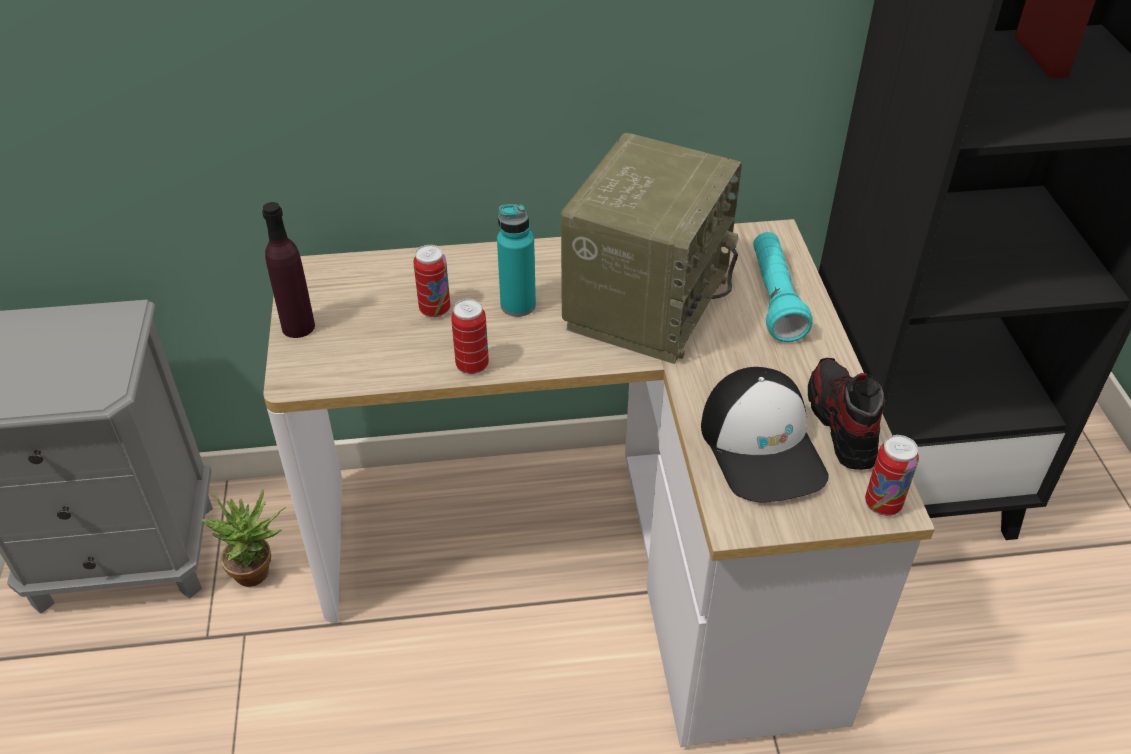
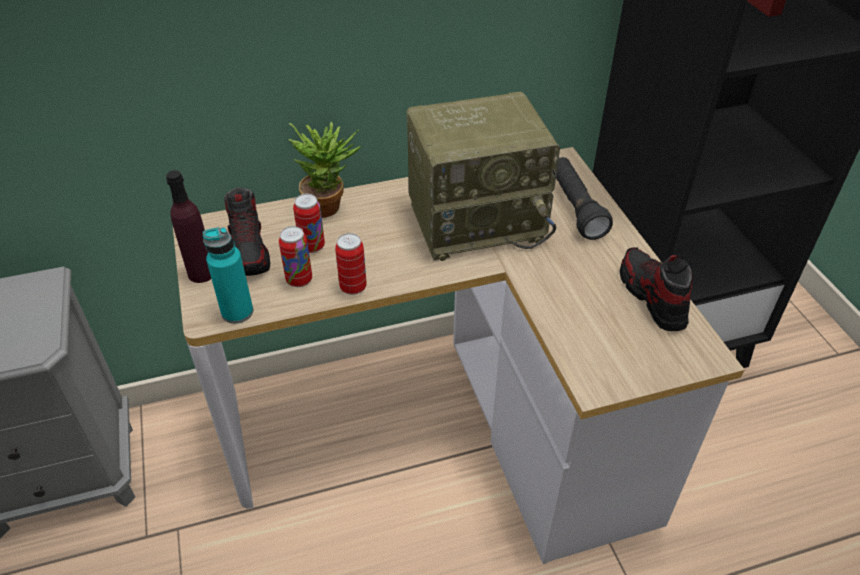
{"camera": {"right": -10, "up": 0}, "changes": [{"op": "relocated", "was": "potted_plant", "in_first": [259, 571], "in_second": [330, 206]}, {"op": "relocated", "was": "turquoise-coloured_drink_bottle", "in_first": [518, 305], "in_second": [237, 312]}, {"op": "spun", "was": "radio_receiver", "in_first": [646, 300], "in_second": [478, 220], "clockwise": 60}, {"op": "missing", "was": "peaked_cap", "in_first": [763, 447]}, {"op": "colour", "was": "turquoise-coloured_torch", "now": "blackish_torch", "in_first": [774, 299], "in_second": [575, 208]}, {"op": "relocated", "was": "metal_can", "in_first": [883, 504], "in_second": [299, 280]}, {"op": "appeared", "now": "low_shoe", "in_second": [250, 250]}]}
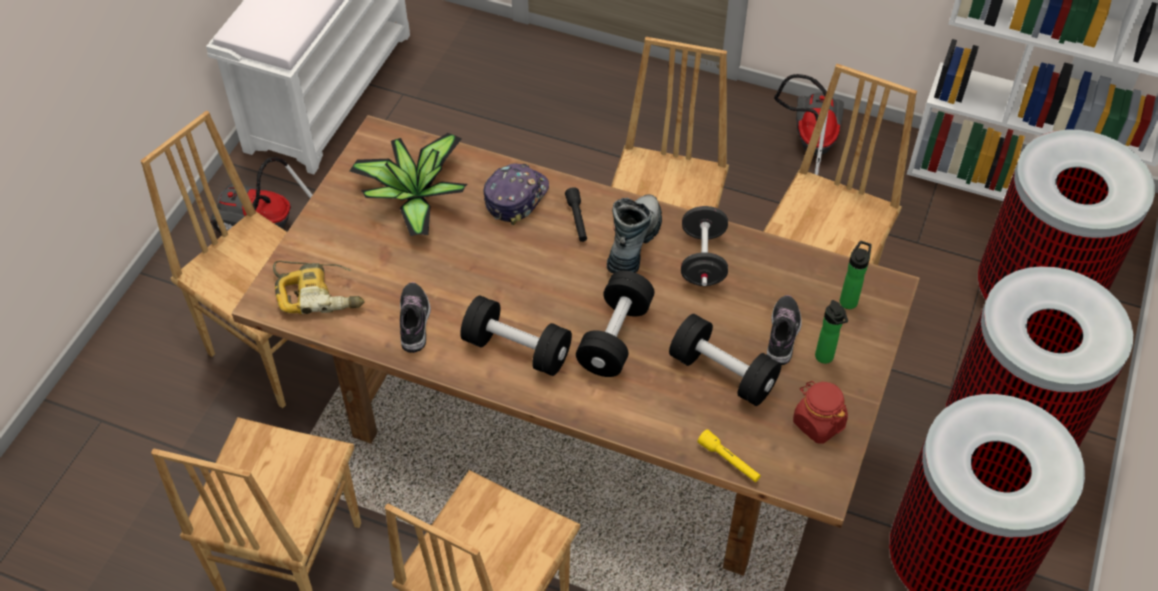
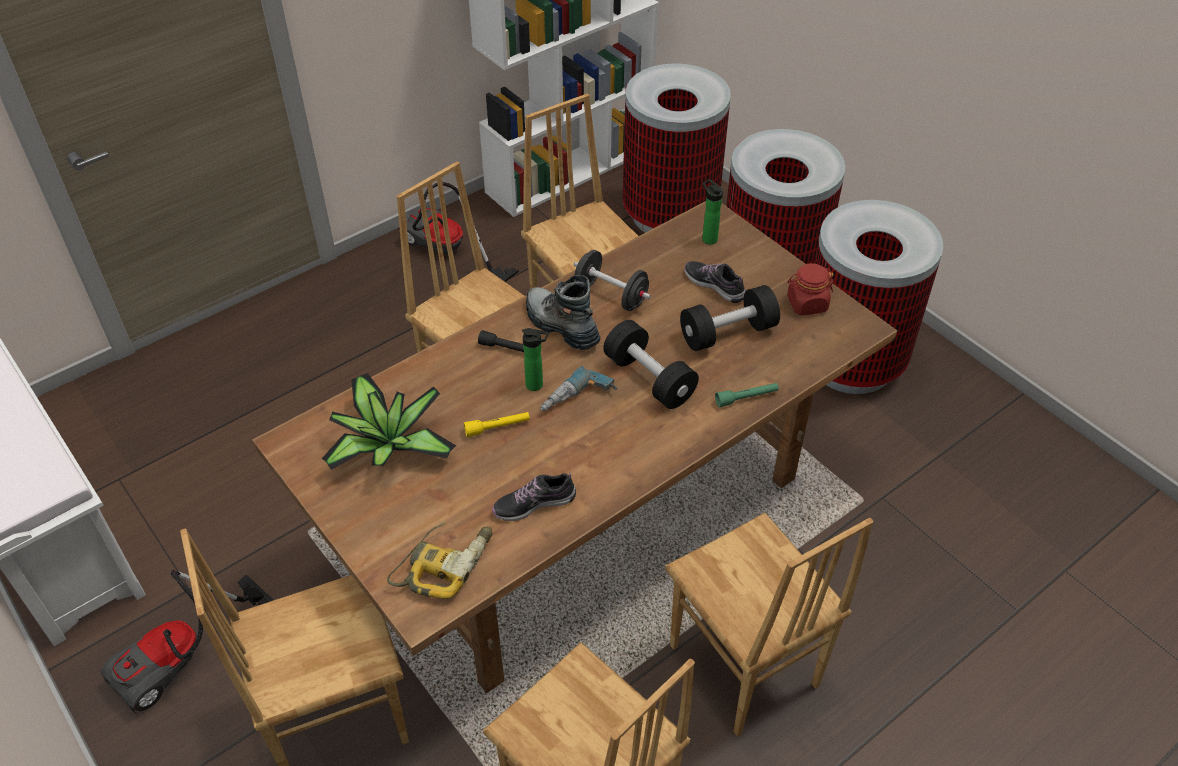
{"camera": {"right": -60, "up": -5}, "changes": [{"op": "spun", "was": "low_shoe", "in_first": [414, 321], "in_second": [534, 504], "clockwise": -45}, {"op": "missing", "was": "blackish_hand_weight", "in_first": [517, 349]}, {"op": "missing", "was": "peaked_cap", "in_first": [515, 197]}, {"op": "relocated", "was": "yellow_torch", "in_first": [729, 461], "in_second": [497, 427]}, {"op": "relocated", "was": "drink_bottle", "in_first": [825, 358], "in_second": [537, 385]}, {"op": "appeared", "now": "power_drill", "in_second": [578, 401]}, {"op": "appeared", "now": "green_torch", "in_second": [746, 398]}]}
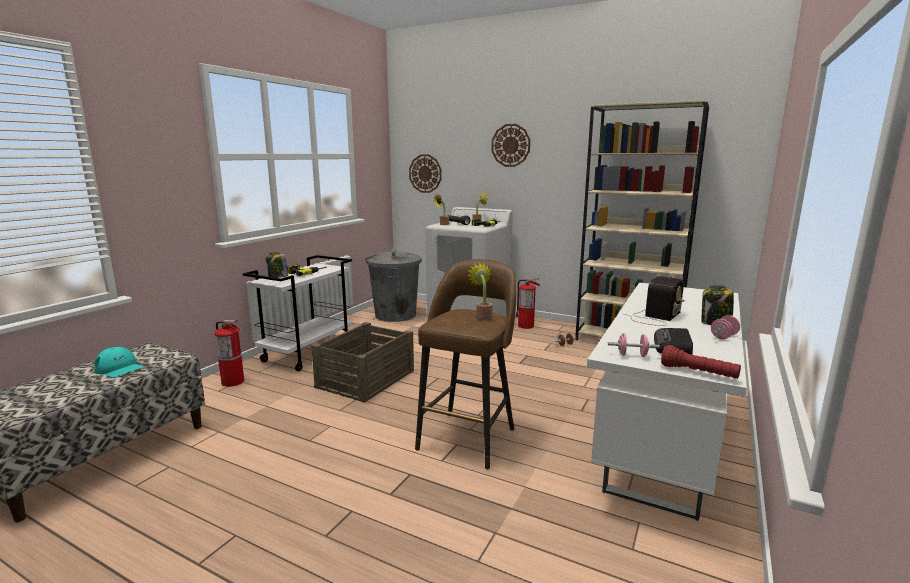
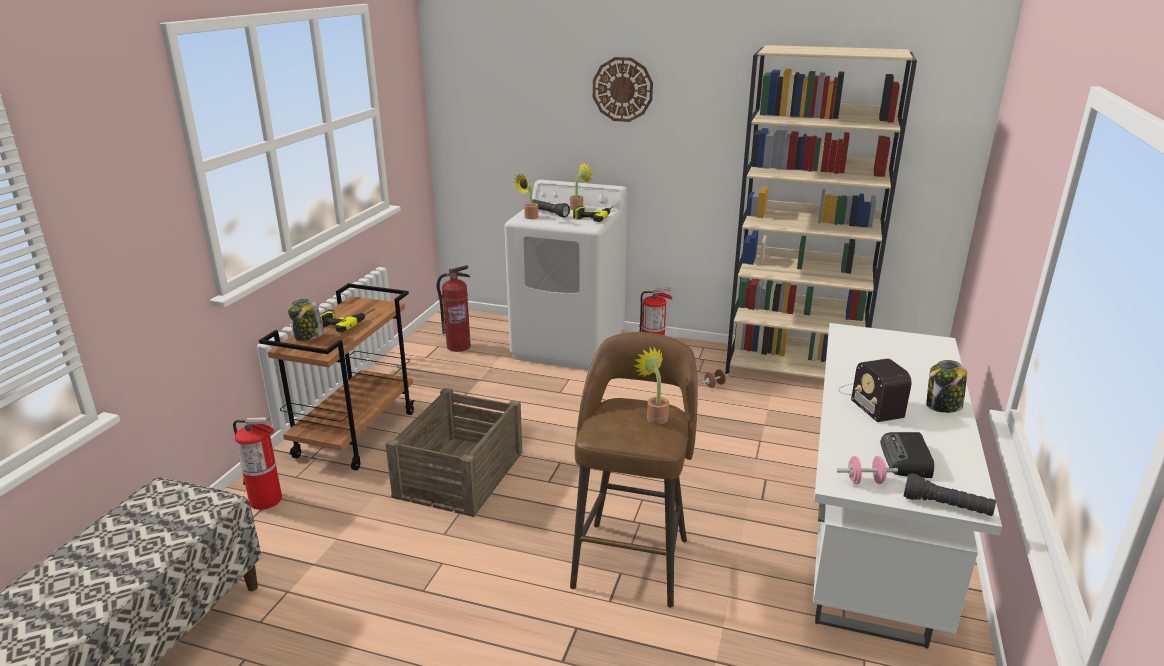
{"camera": {"right": -10, "up": 10}, "changes": [{"op": "missing", "was": "turquoise-coloured_peaked_cap", "in_first": [119, 368]}, {"op": "colour", "was": "whitish_wheeled_cart", "now": "brown_wheeled_cart", "in_first": [308, 353], "in_second": [356, 434]}, {"op": "exchanged", "was": "grey_rubbish_bin", "now": "extinguisher", "in_first": [395, 315], "in_second": [458, 346]}, {"op": "missing", "was": "hanging_clock", "in_first": [425, 173]}, {"op": "spun", "was": "radio_receiver", "in_first": [655, 317], "in_second": [870, 400], "clockwise": 135}, {"op": "colour", "was": "red_torch", "now": "blackish_torch", "in_first": [698, 373], "in_second": [946, 506]}, {"op": "missing", "was": "pink-coloured_hand_weight", "in_first": [724, 336]}]}
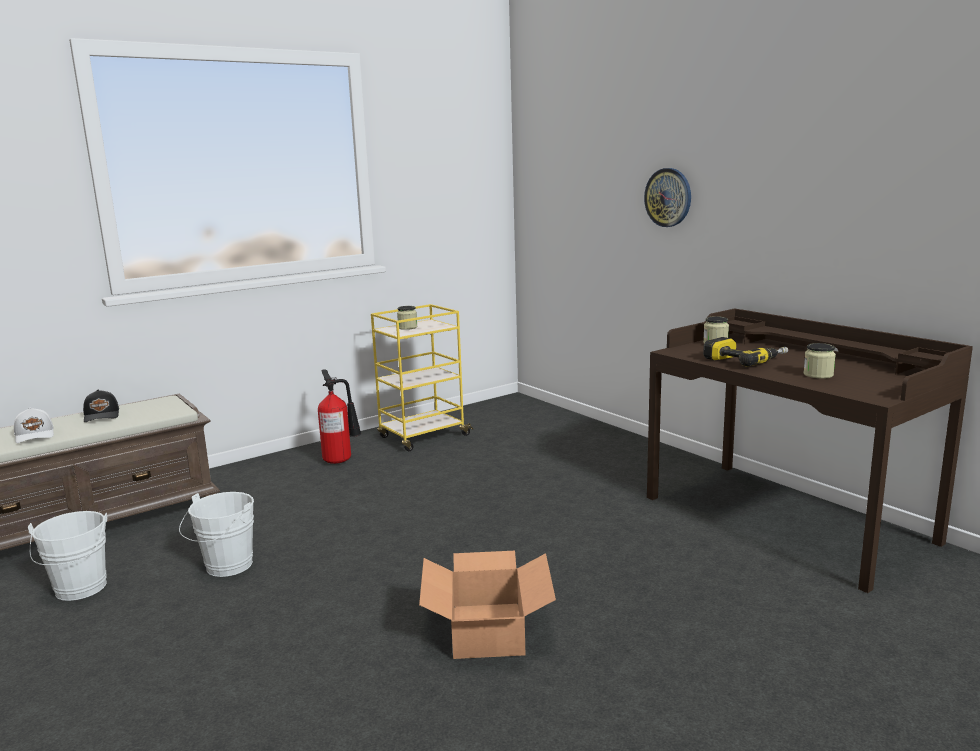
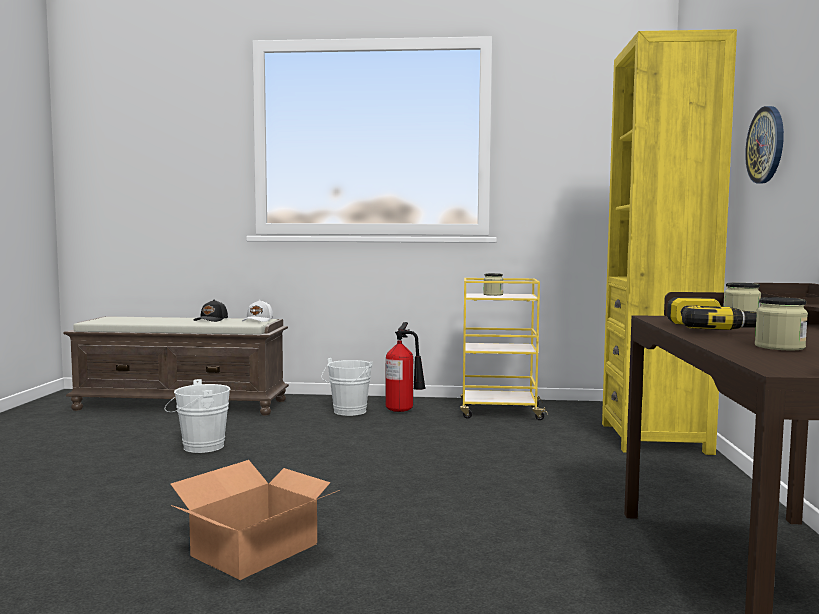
{"camera": {"right": 40, "up": -10}, "changes": [{"op": "relocated", "was": "whitish_peaked_cap", "in_first": [35, 435], "in_second": [258, 320]}, {"op": "relocated", "was": "whitish_water_bucket", "in_first": [79, 591], "in_second": [348, 412]}, {"op": "appeared", "now": "yellow_bookshelf", "in_second": [655, 438]}]}
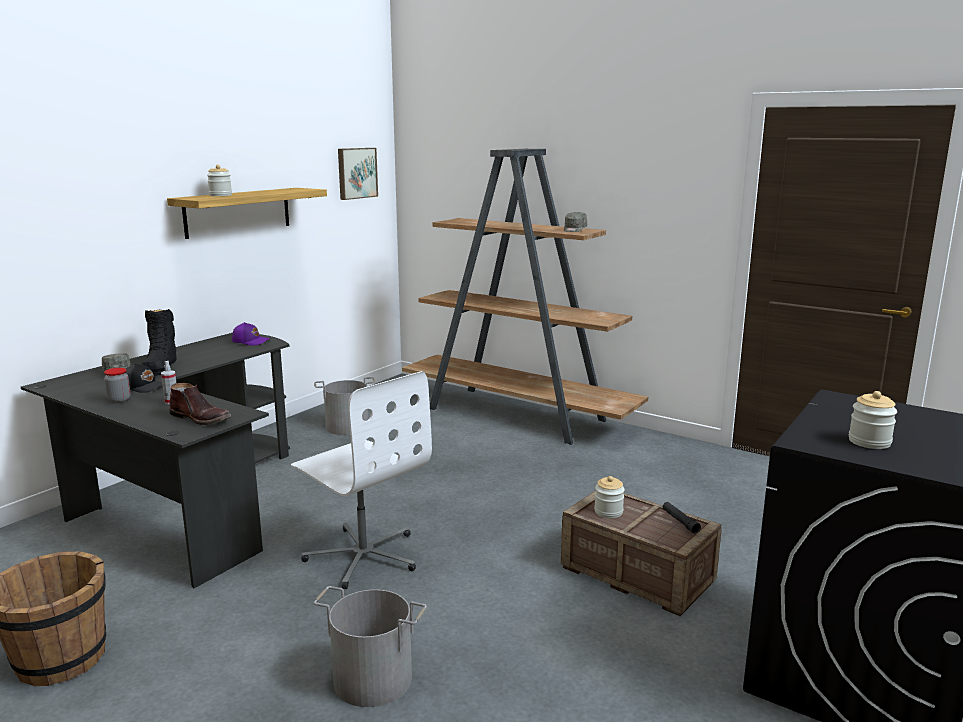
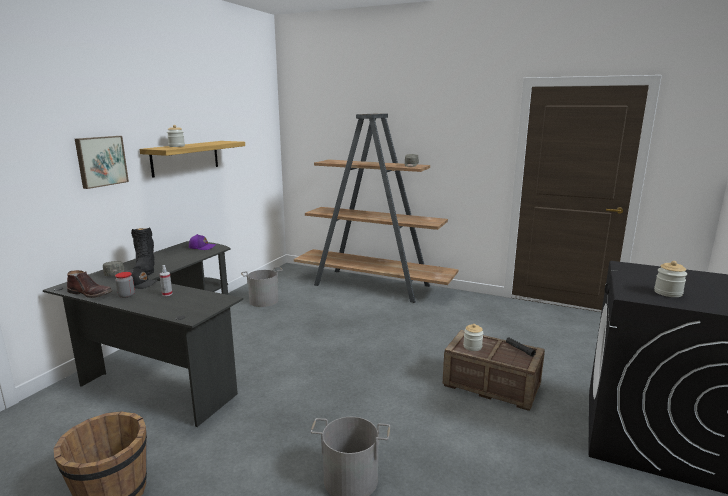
{"camera": {"right": -10, "up": 0}, "changes": [{"op": "relocated", "was": "brown_boot", "in_first": [201, 418], "in_second": [91, 293]}, {"op": "missing", "was": "whitish_computer_chair", "in_first": [363, 556]}, {"op": "relocated", "was": "wall_picture", "in_first": [356, 173], "in_second": [101, 161]}]}
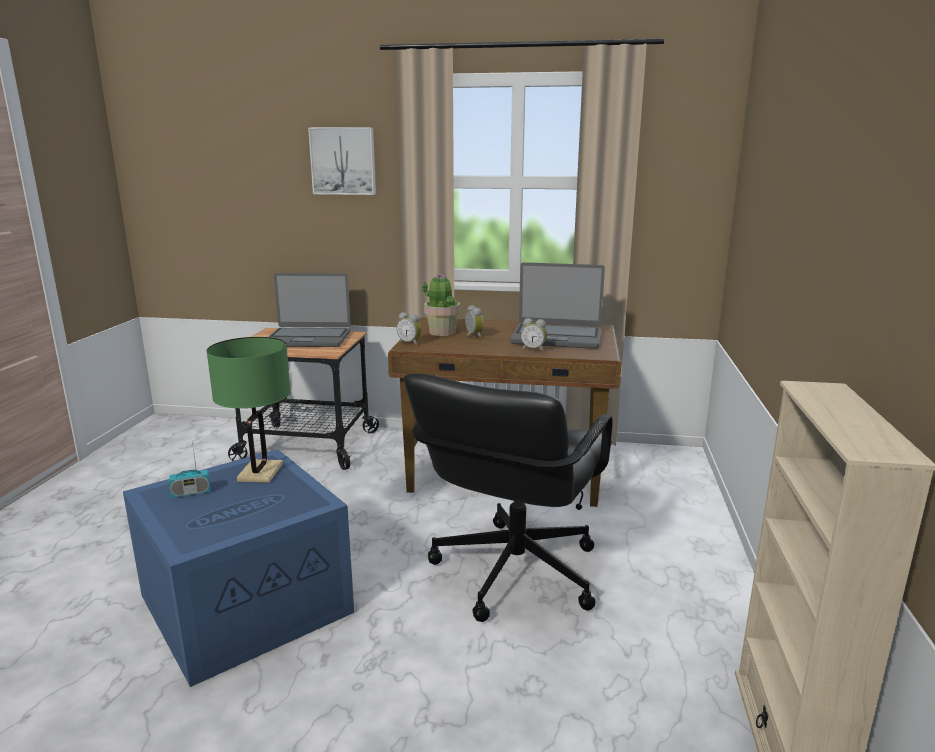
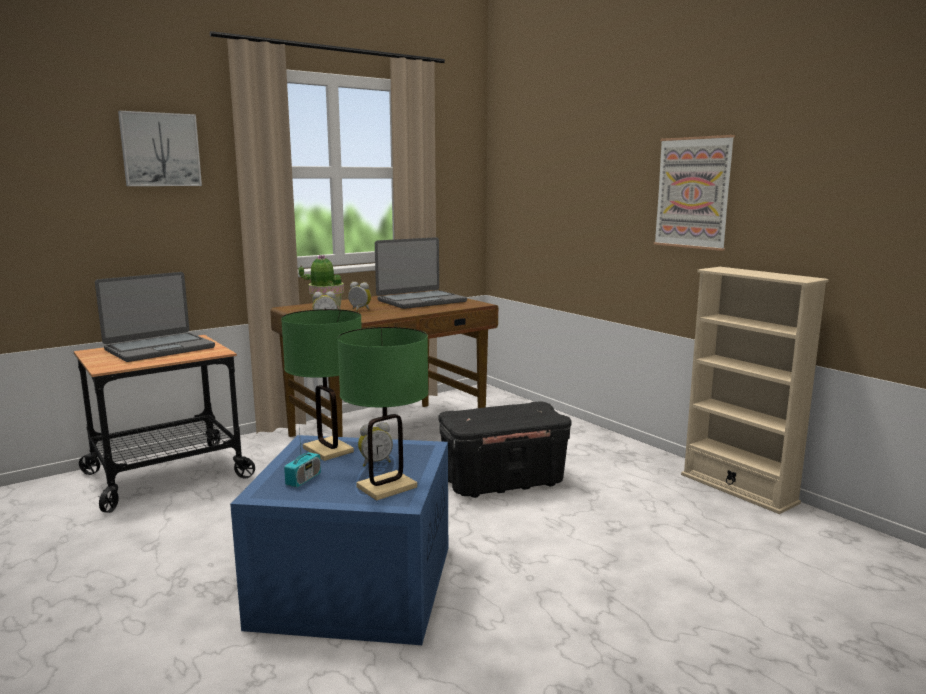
{"camera": {"right": -45, "up": -5}, "changes": [{"op": "exchanged", "was": "blackish_computer_chair", "now": "blackish_storage_box", "in_first": [513, 571], "in_second": [502, 482]}, {"op": "relocated", "was": "bedside_clock", "in_first": [533, 349], "in_second": [375, 462]}, {"op": "appeared", "now": "green_lamp_for_a_table", "in_second": [386, 487]}, {"op": "appeared", "now": "wall_picture", "in_second": [693, 193]}]}
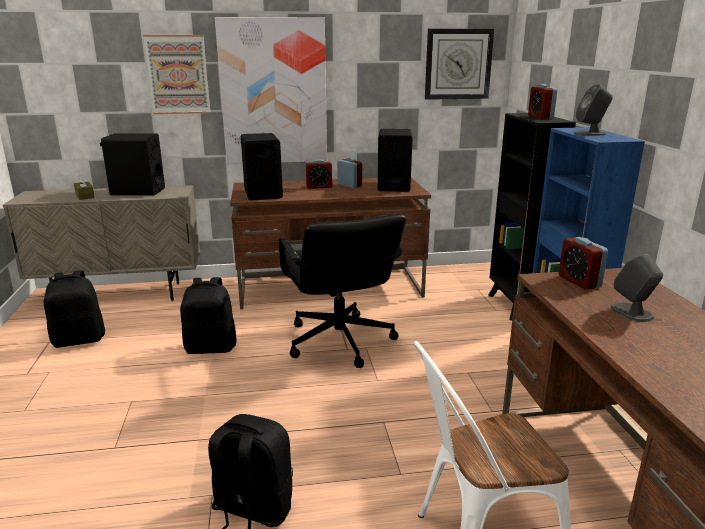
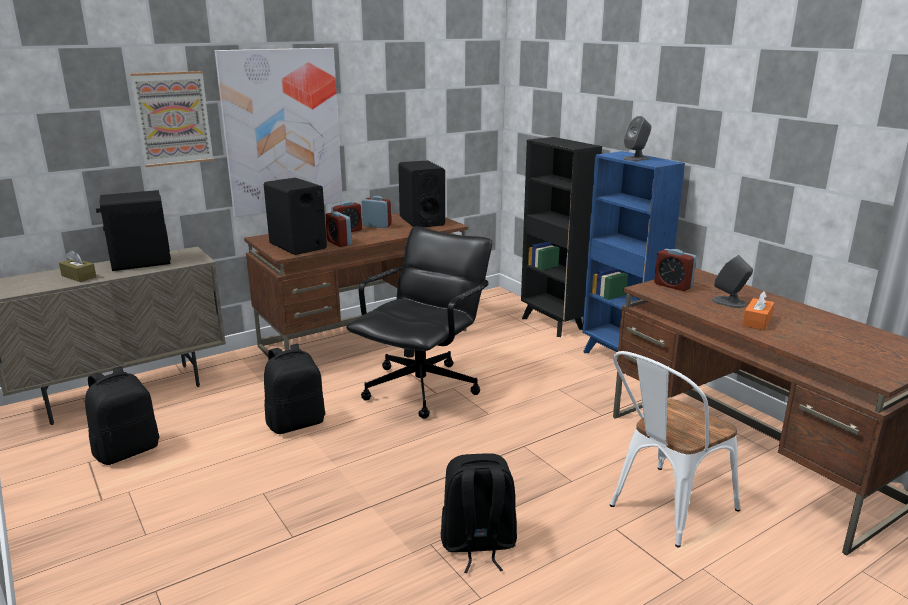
{"camera": {"right": -25, "up": 0}, "changes": [{"op": "spun", "was": "blackish_computer_chair", "in_first": [339, 342], "in_second": [423, 388], "clockwise": -105}, {"op": "missing", "was": "hanging_clock", "in_first": [458, 64]}, {"op": "relocated", "was": "bedside_clock", "in_first": [540, 117], "in_second": [339, 243]}, {"op": "appeared", "now": "orangey_box_of_tissues", "in_second": [757, 321]}]}
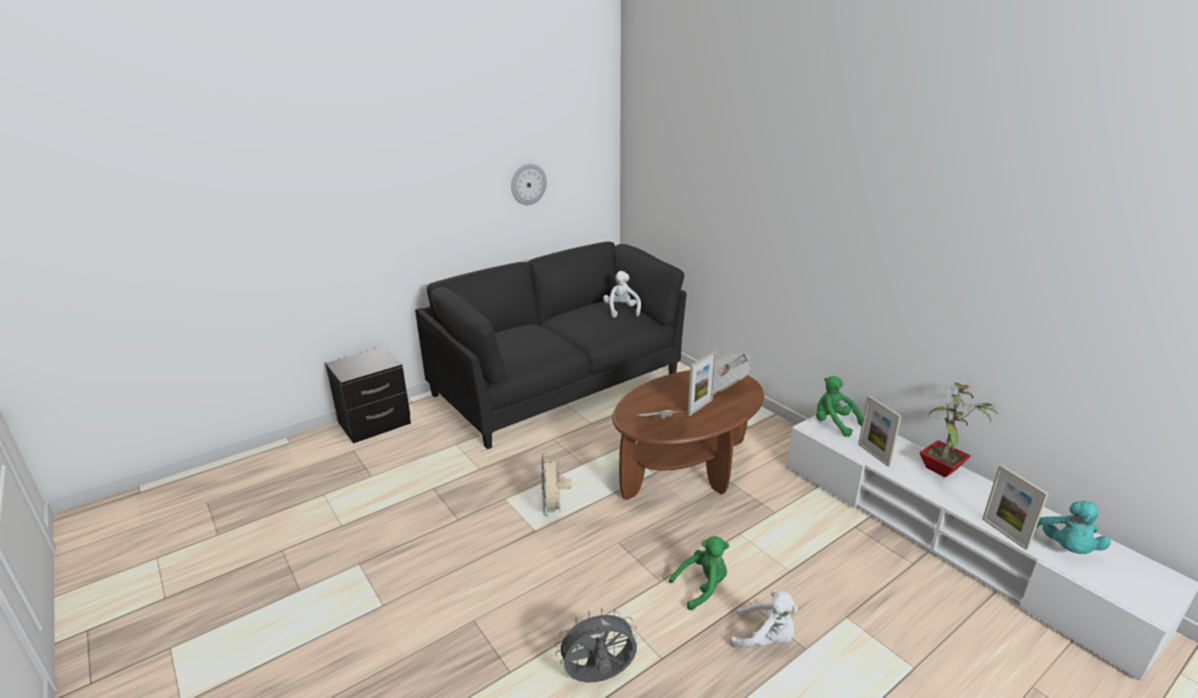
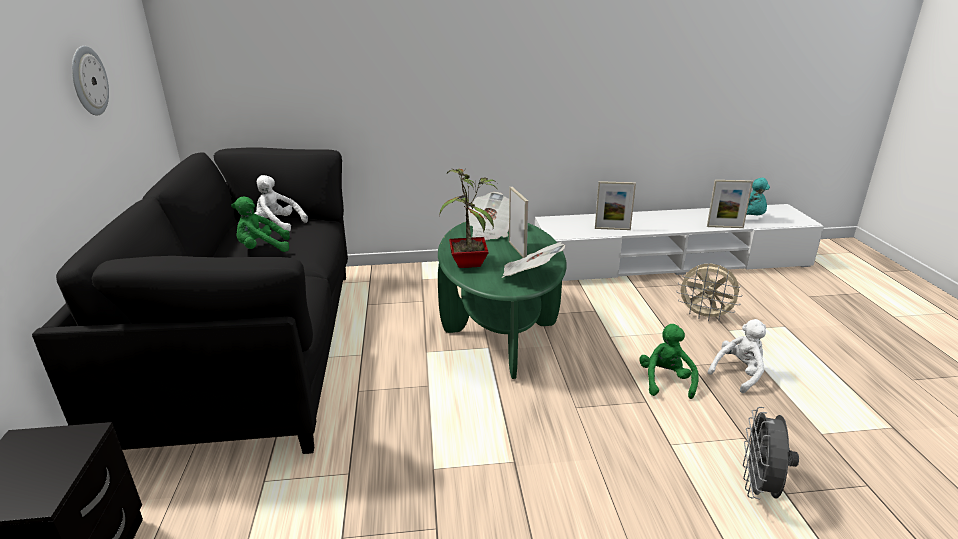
{"camera": {"right": -60, "up": 0}, "changes": [{"op": "relocated", "was": "beige-coloured_fan", "in_first": [554, 509], "in_second": [705, 316]}, {"op": "colour", "was": "brown_lounge_table", "now": "green_lounge_table", "in_first": [686, 469], "in_second": [500, 328]}, {"op": "relocated", "was": "green_soft_toy", "in_first": [834, 423], "in_second": [262, 249]}, {"op": "relocated", "was": "potted_plant", "in_first": [942, 470], "in_second": [470, 263]}]}
